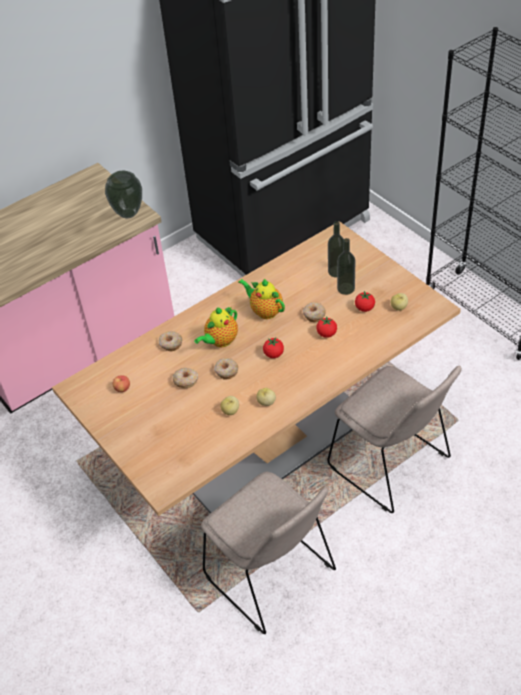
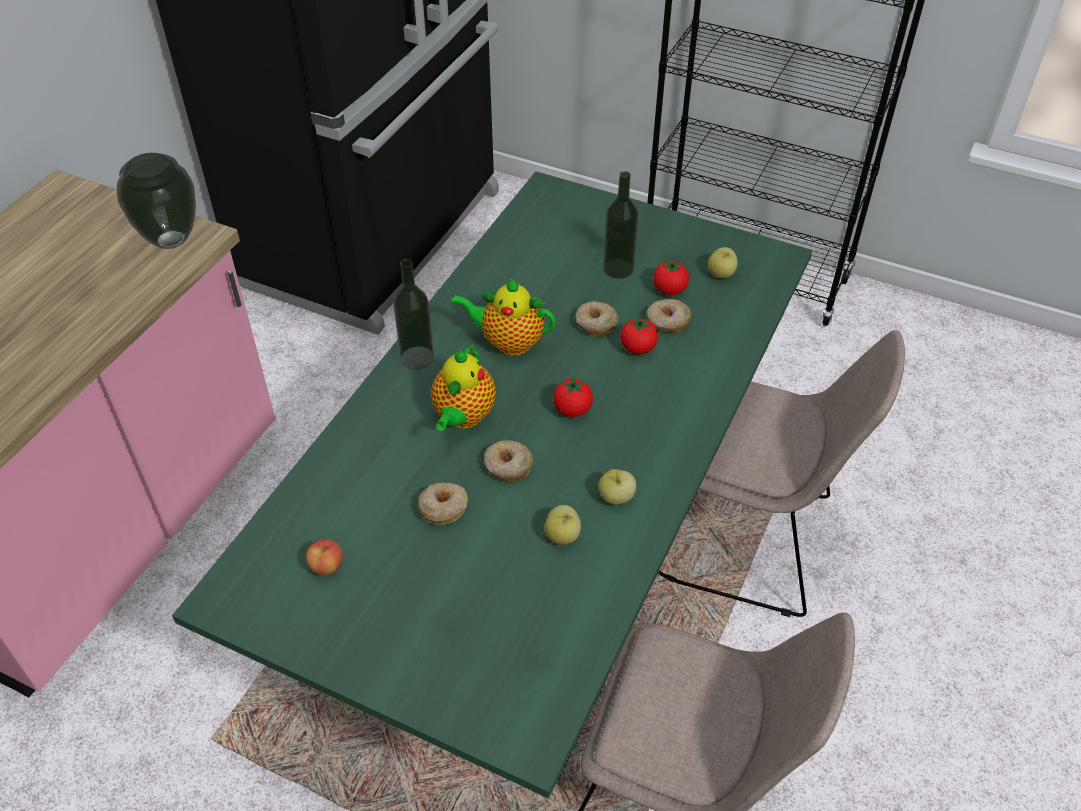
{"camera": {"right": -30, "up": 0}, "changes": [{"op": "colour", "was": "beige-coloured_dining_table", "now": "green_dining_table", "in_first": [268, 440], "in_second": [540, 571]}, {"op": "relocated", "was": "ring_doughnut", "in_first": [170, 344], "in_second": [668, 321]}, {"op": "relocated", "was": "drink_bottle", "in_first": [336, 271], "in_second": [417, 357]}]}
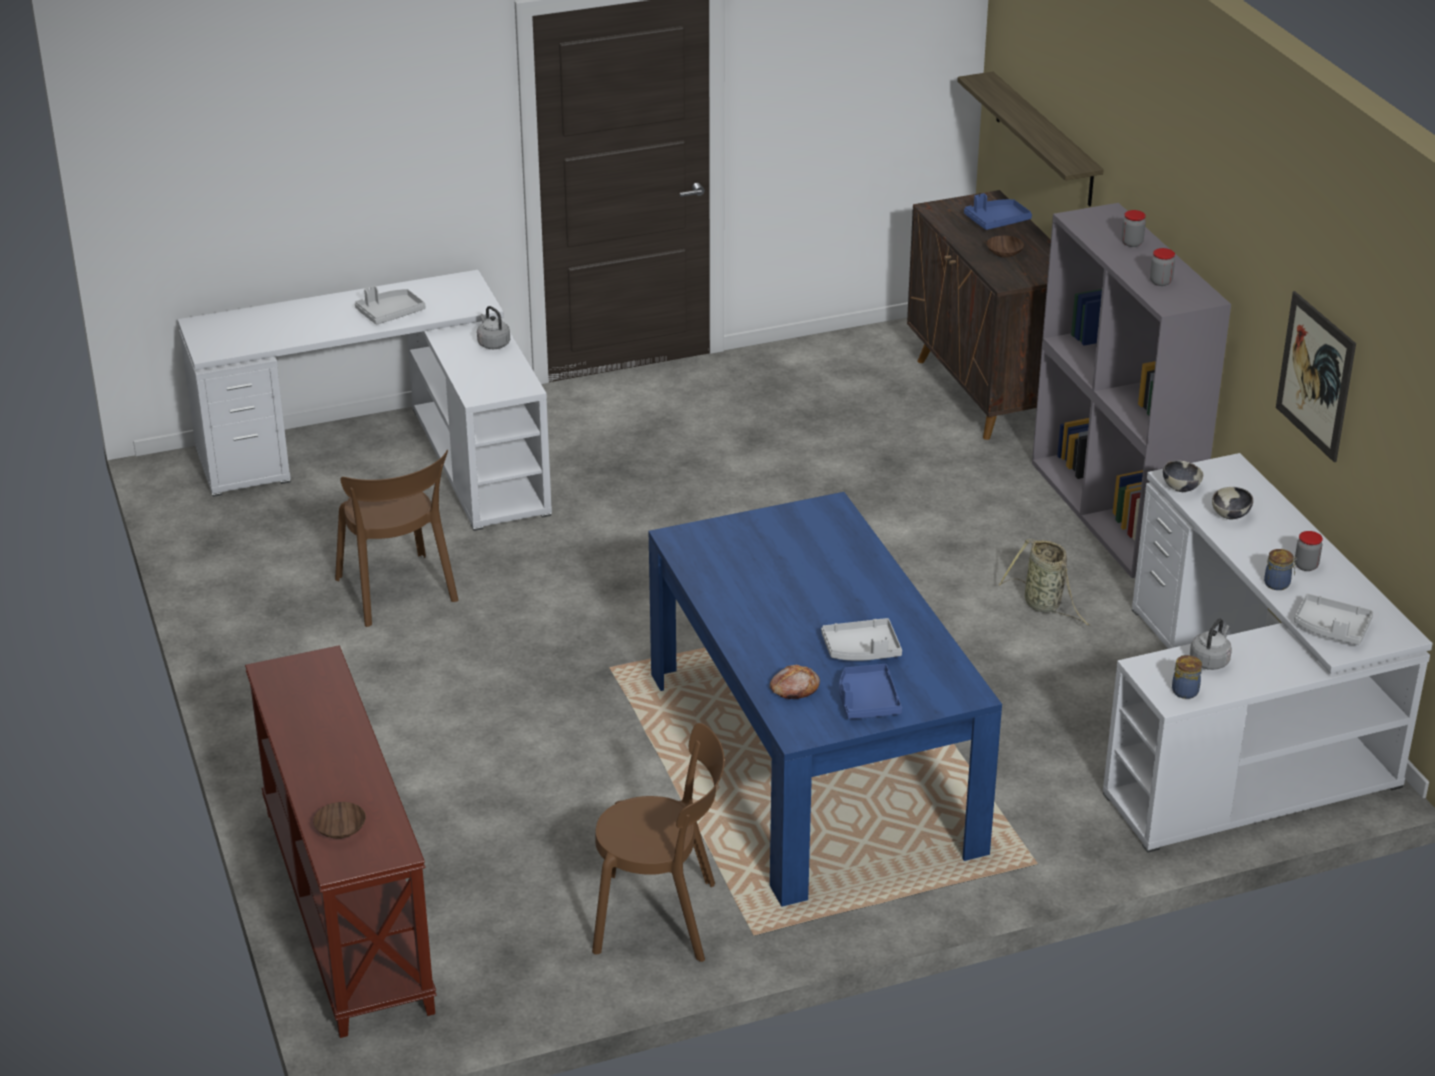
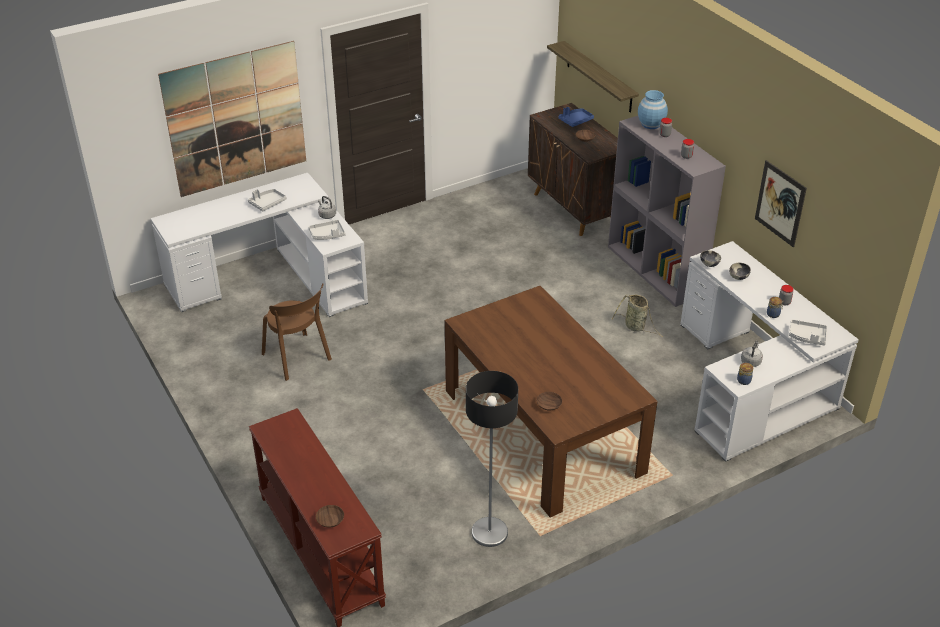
{"camera": {"right": -10, "up": 5}, "changes": [{"op": "exchanged", "was": "brown_chair", "now": "standard_lamp", "in_first": [662, 918], "in_second": [490, 532]}, {"op": "colour", "was": "bluish_dining_table", "now": "brown_dining_table", "in_first": [811, 761], "in_second": [542, 431]}, {"op": "exchanged", "was": "bakery_bread", "now": "brown_bowl", "in_first": [794, 688], "in_second": [548, 405]}, {"op": "relocated", "was": "grey_serving_tray", "in_first": [861, 650], "in_second": [327, 235]}, {"op": "missing", "was": "bluish_serving_tray", "in_first": [867, 701]}, {"op": "appeared", "now": "wall_picture", "in_second": [236, 119]}, {"op": "appeared", "now": "bluish_vase", "in_second": [651, 124]}]}
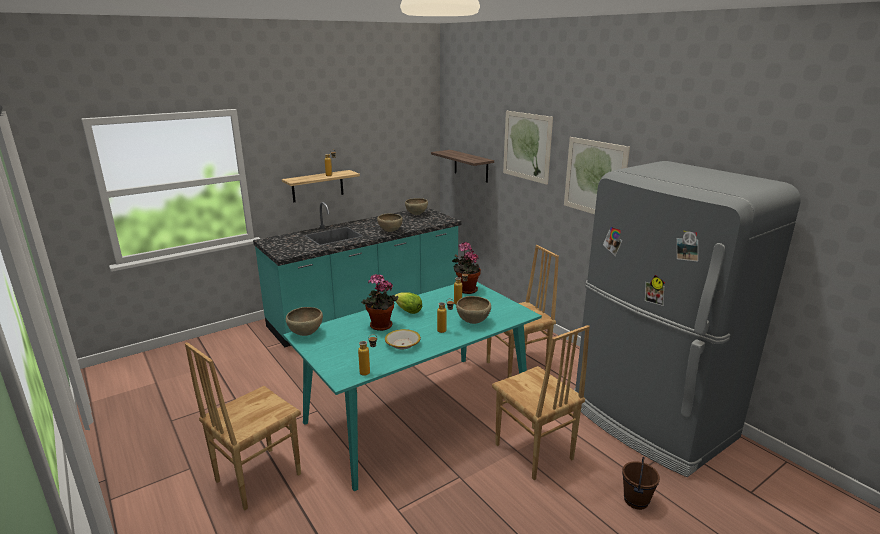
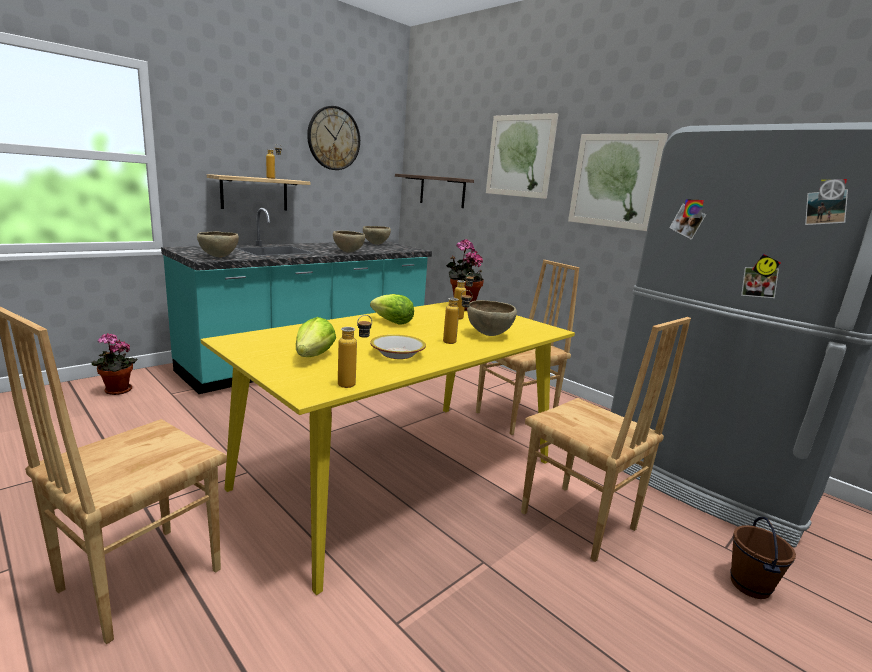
{"camera": {"right": -10, "up": -5}, "changes": [{"op": "colour", "was": "turquoise-coloured_dining_table", "now": "yellow_dining_table", "in_first": [418, 415], "in_second": [400, 475]}, {"op": "relocated", "was": "brown_bowl", "in_first": [306, 334], "in_second": [219, 257]}, {"op": "relocated", "was": "potted_plant", "in_first": [380, 327], "in_second": [116, 391]}, {"op": "appeared", "now": "lettuce", "in_second": [314, 356]}, {"op": "appeared", "now": "hanging_clock", "in_second": [333, 138]}]}
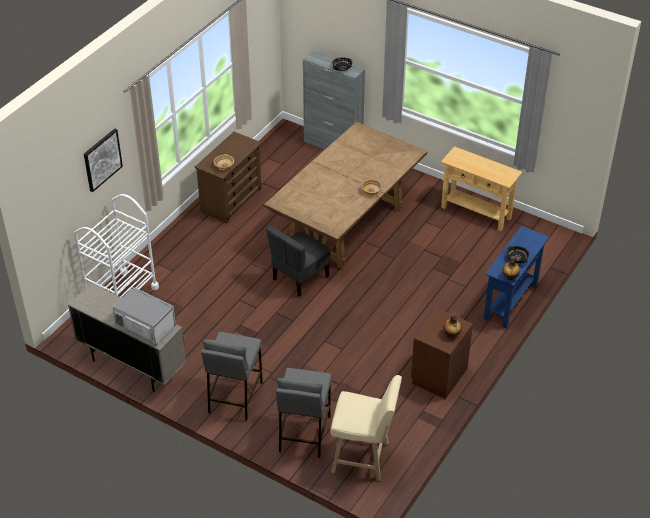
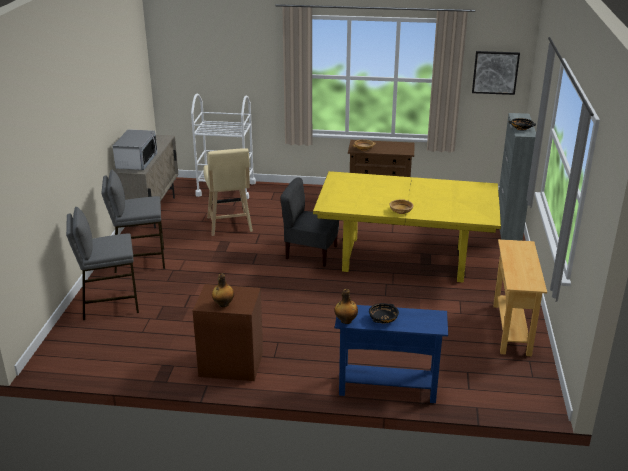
{"camera": {"right": 65, "up": -15}, "changes": [{"op": "relocated", "was": "wall_picture", "in_first": [102, 159], "in_second": [495, 72]}, {"op": "colour", "was": "brown_dining_table", "now": "yellow_dining_table", "in_first": [346, 225], "in_second": [405, 259]}, {"op": "relocated", "was": "beige-coloured_stool_seat", "in_first": [364, 458], "in_second": [230, 226]}]}
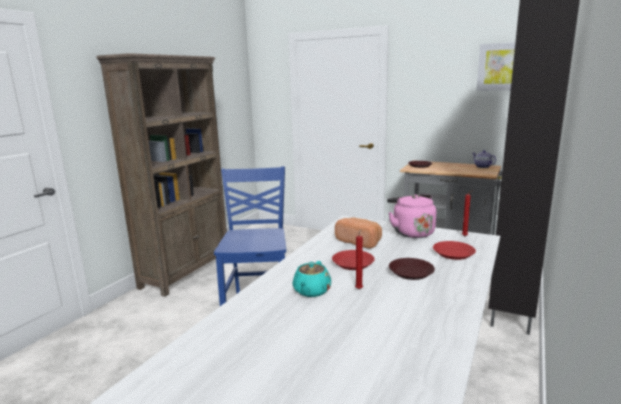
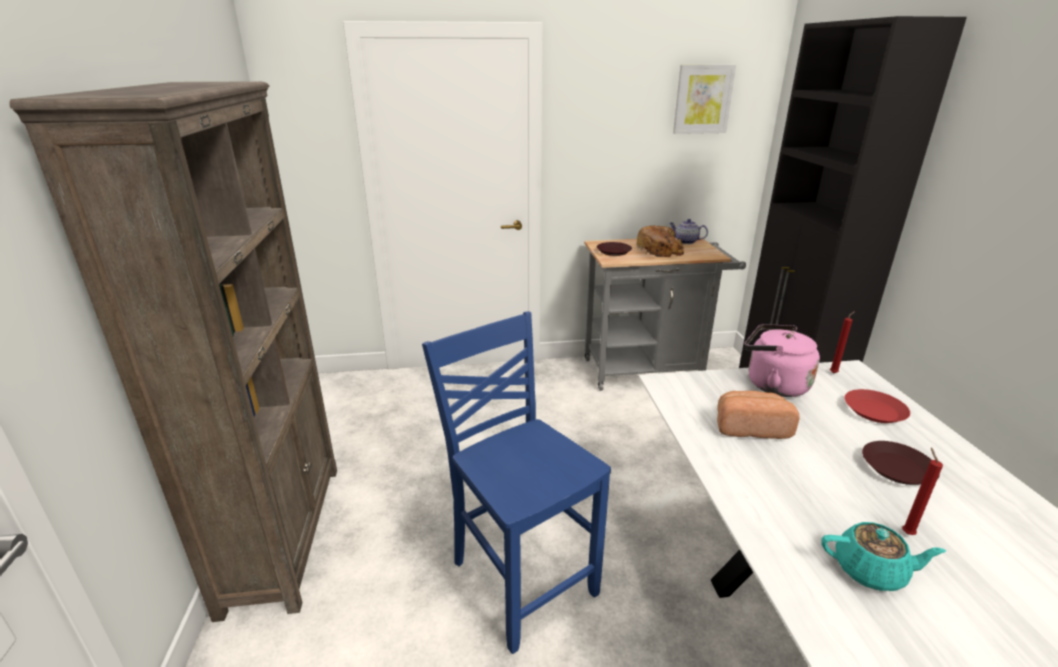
{"camera": {"right": -35, "up": 10}, "changes": [{"op": "spun", "was": "turquoise-coloured_tea_pot", "in_first": [311, 291], "in_second": [870, 571], "clockwise": -60}, {"op": "missing", "was": "red_dinner_plate", "in_first": [353, 263]}, {"op": "appeared", "now": "bakery_bread", "in_second": [660, 250]}]}
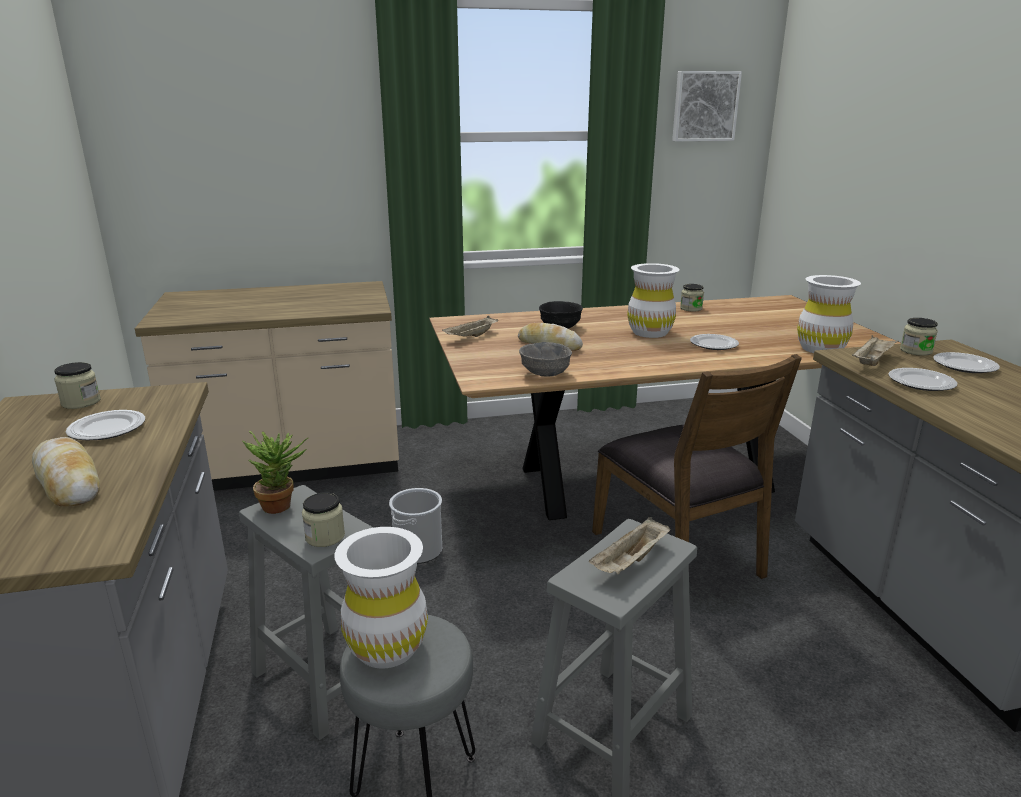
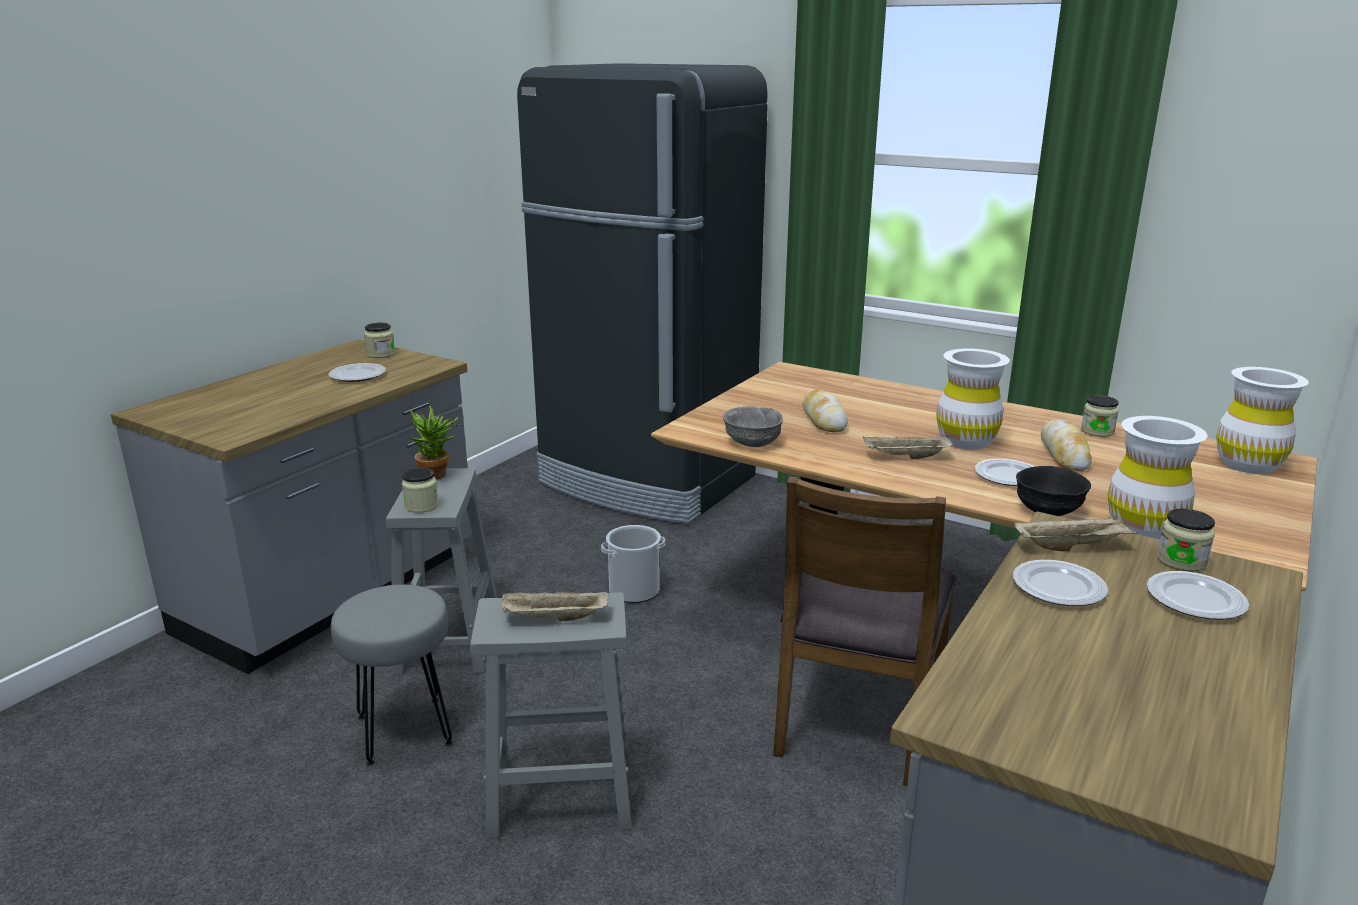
{"camera": {"right": 45, "up": 0}, "changes": [{"op": "relocated", "was": "bakery_bread", "in_first": [68, 482], "in_second": [1064, 454]}, {"op": "exchanged", "was": "beige-coloured_kitchen_counter", "now": "blackish_kitchen_fridge", "in_first": [293, 466], "in_second": [646, 482]}, {"op": "relocated", "was": "whitish_vase", "in_first": [387, 647], "in_second": [1248, 464]}, {"op": "relocated", "was": "beige-coloured_serving_tray", "in_first": [471, 337], "in_second": [905, 457]}, {"op": "relocated", "was": "blackish_bowl", "in_first": [560, 327], "in_second": [1049, 510]}, {"op": "missing", "was": "wall_picture", "in_first": [704, 106]}]}
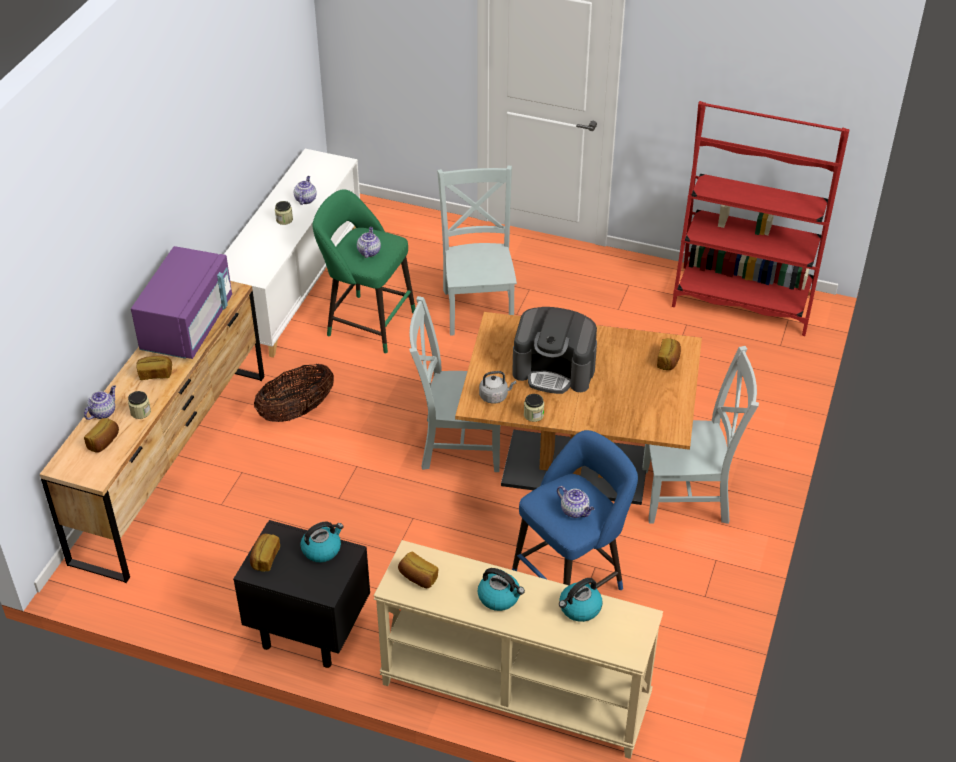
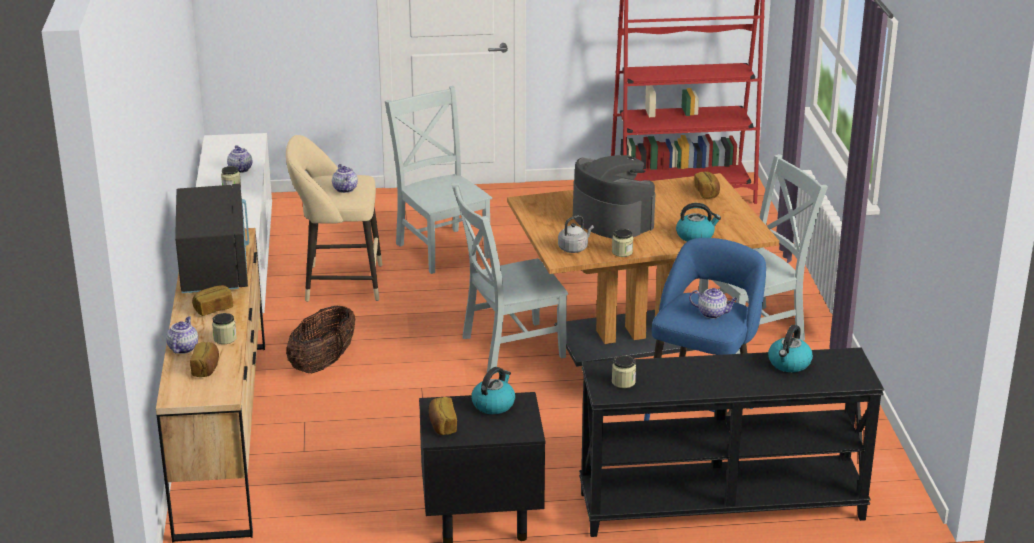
{"camera": {"right": -25, "up": -15}, "changes": [{"op": "colour", "was": "purplish_microwave", "now": "blackish_microwave", "in_first": [188, 326], "in_second": [215, 268]}, {"op": "colour", "was": "green_stool_seat", "now": "beige-coloured_stool_seat", "in_first": [366, 323], "in_second": [338, 283]}, {"op": "colour", "was": "beige-coloured_console_table", "now": "blackish_console_table", "in_first": [513, 694], "in_second": [721, 507]}, {"op": "exchanged", "was": "bakery_bread", "now": "preserve_jar", "in_first": [418, 578], "in_second": [623, 382]}, {"op": "relocated", "was": "kettle", "in_first": [499, 597], "in_second": [695, 236]}, {"op": "spun", "was": "coffee_brewer", "in_first": [554, 370], "in_second": [611, 220], "clockwise": -120}]}
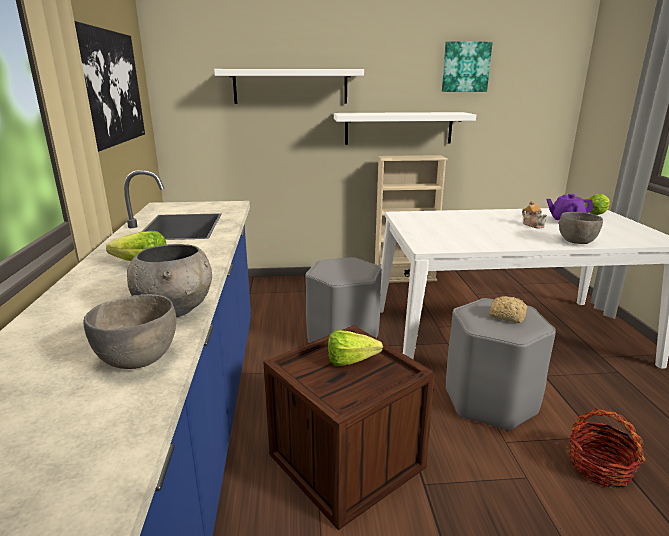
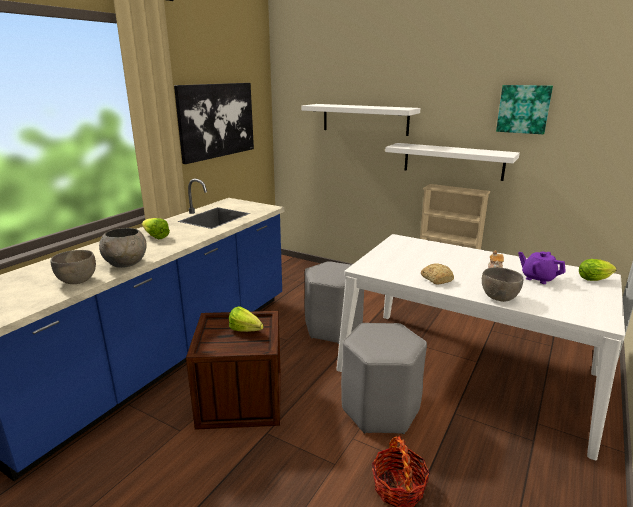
{"camera": {"right": 35, "up": 0}, "changes": [{"op": "relocated", "was": "bakery_bread", "in_first": [506, 316], "in_second": [436, 279]}]}
